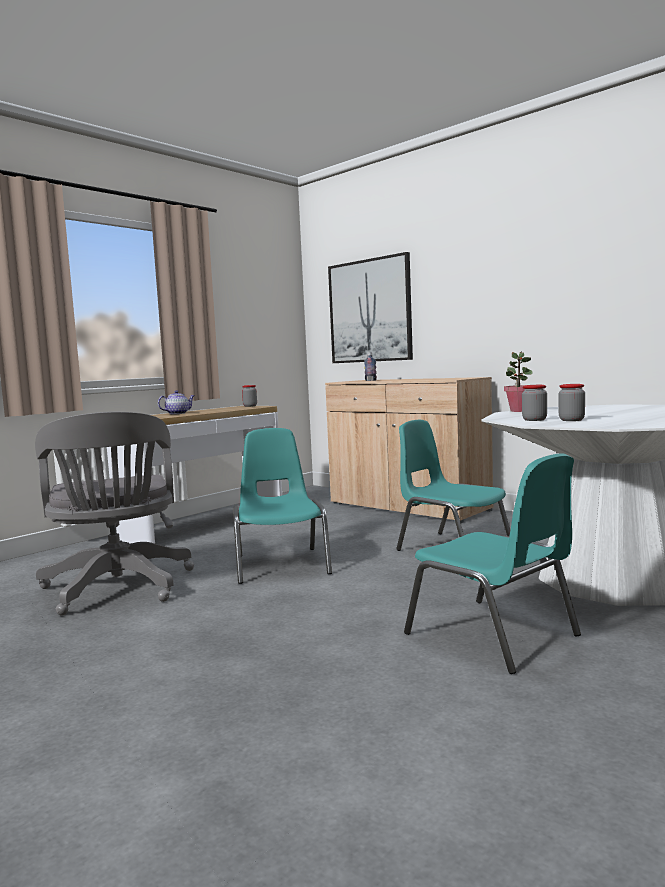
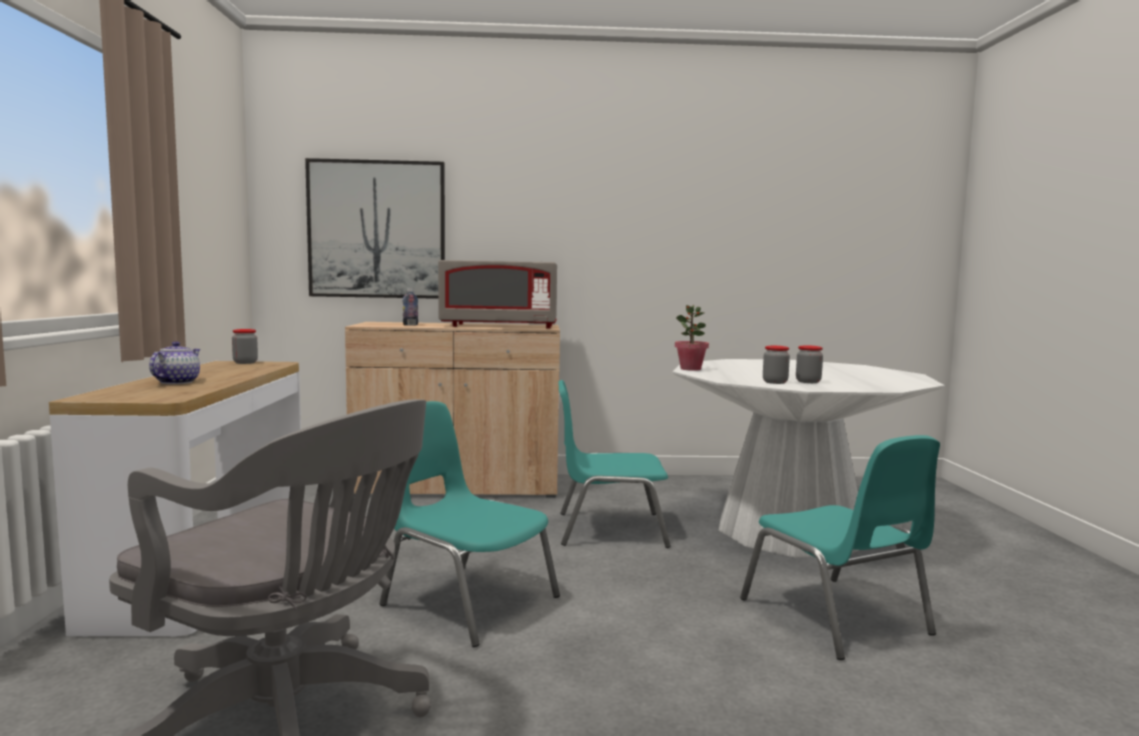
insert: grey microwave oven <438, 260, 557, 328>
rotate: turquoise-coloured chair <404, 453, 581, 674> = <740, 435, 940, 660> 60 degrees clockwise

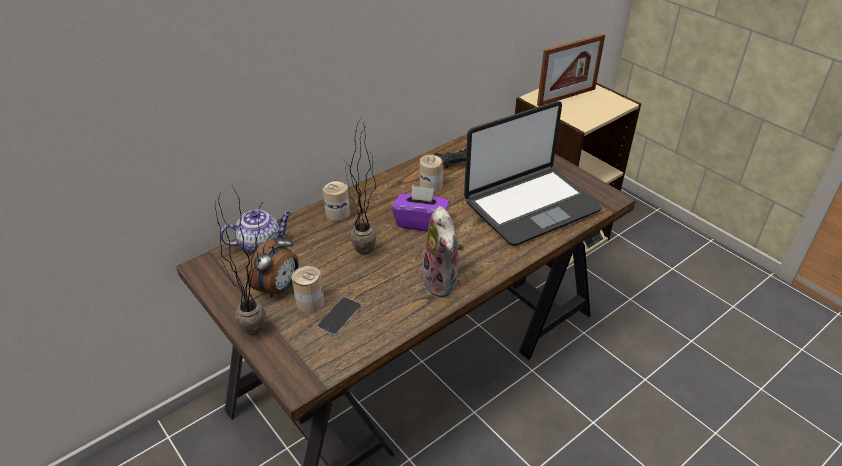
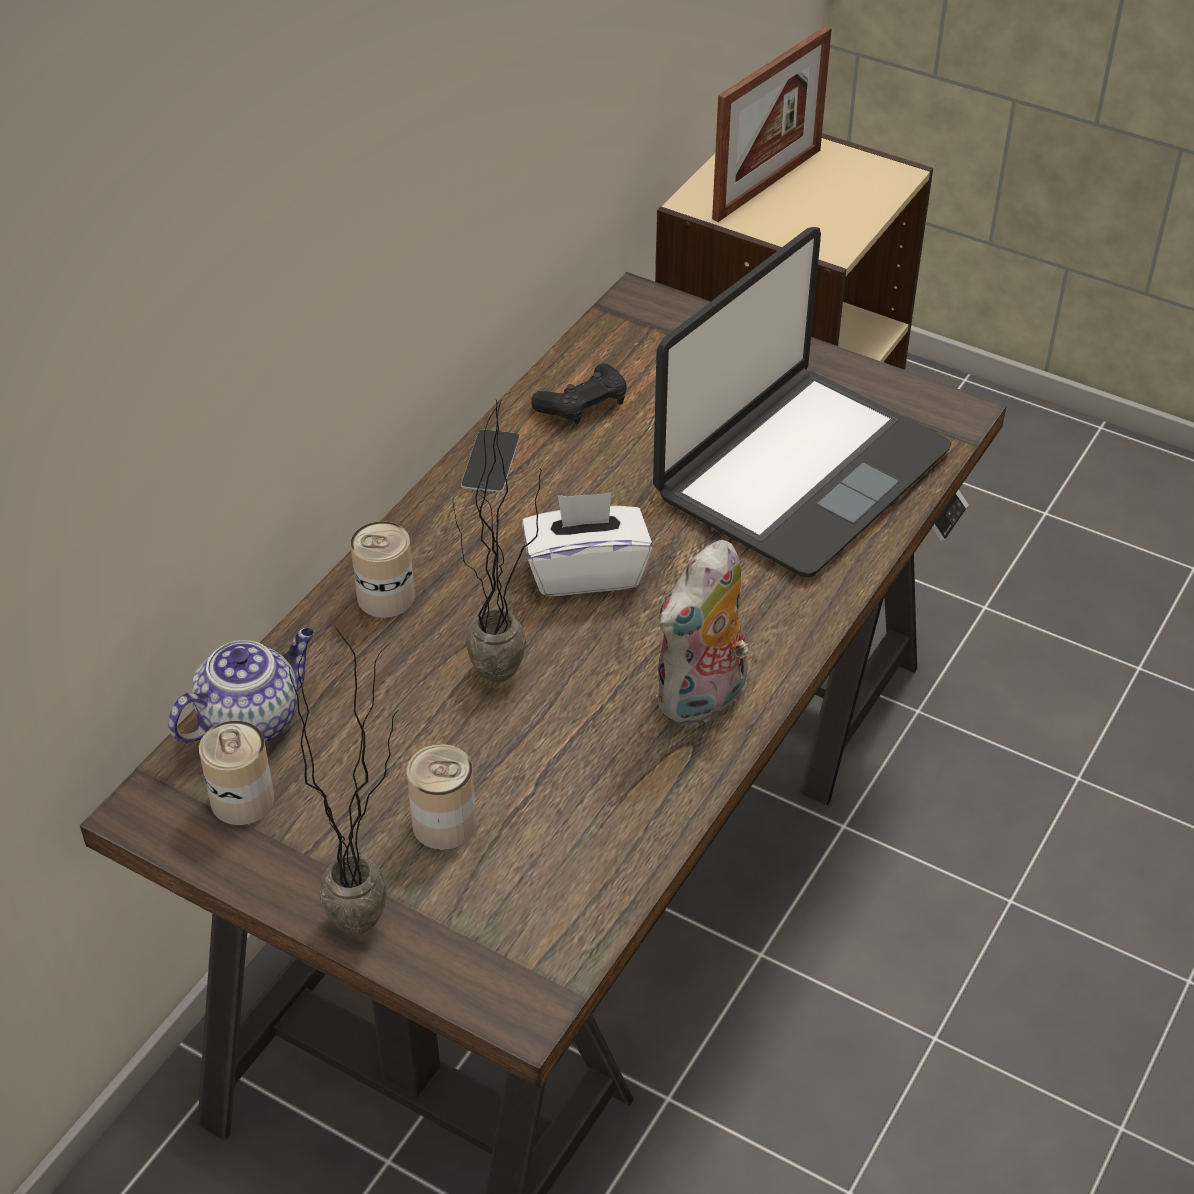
delete: bedside clock <246, 232, 298, 298>
move: sealed can <420, 155, 443, 193> to <199, 721, 274, 825>; phone <317, 297, 361, 335> to <461, 429, 520, 493>
recolor: purplish tissue holder <392, 185, 449, 232> to white tissue holder <522, 493, 653, 596>
rotate: soft toy <422, 206, 464, 297> = <656, 540, 749, 726> 75 degrees clockwise

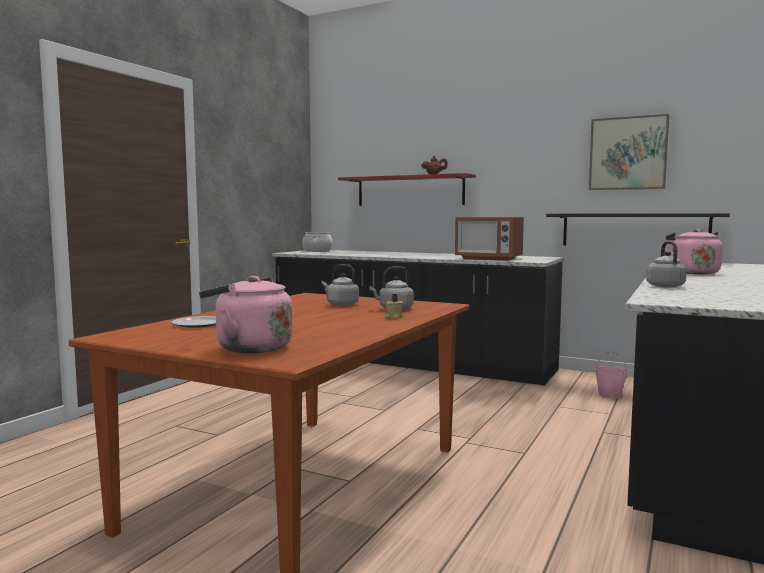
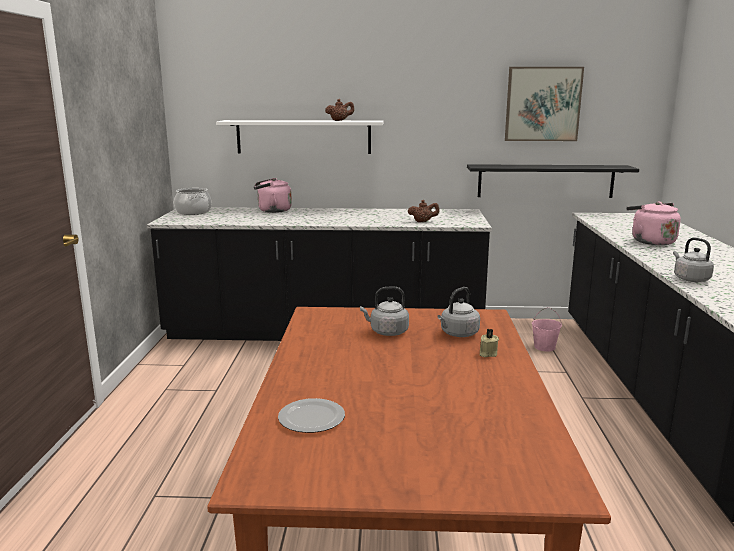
move: pink kettle <199, 276, 293, 353> to <254, 178, 292, 213>
replace: microwave oven <455, 217, 524, 261> to brown-coloured tea pot <408, 200, 440, 222>
recolor: red-coloured wall shelf <338, 173, 476, 206> to white wall shelf <216, 120, 383, 154>

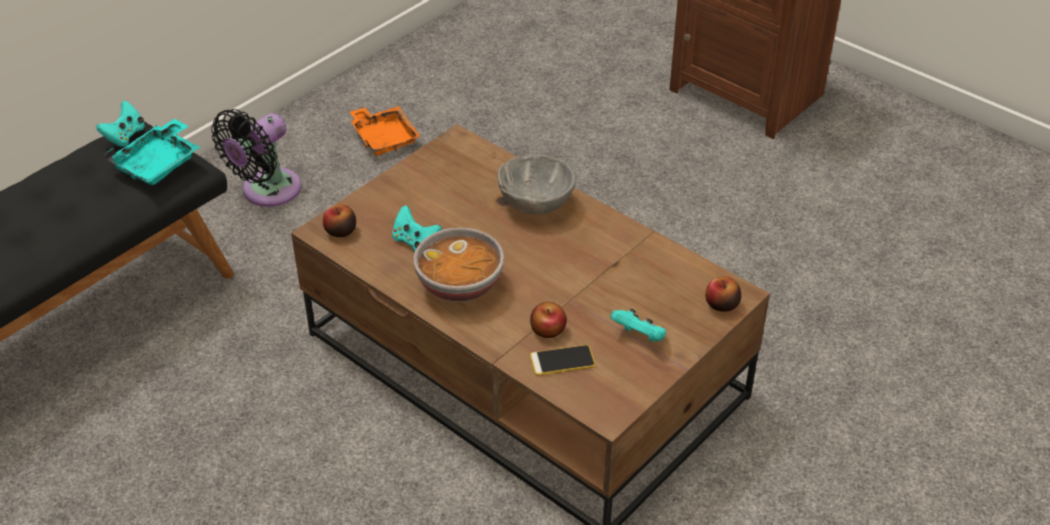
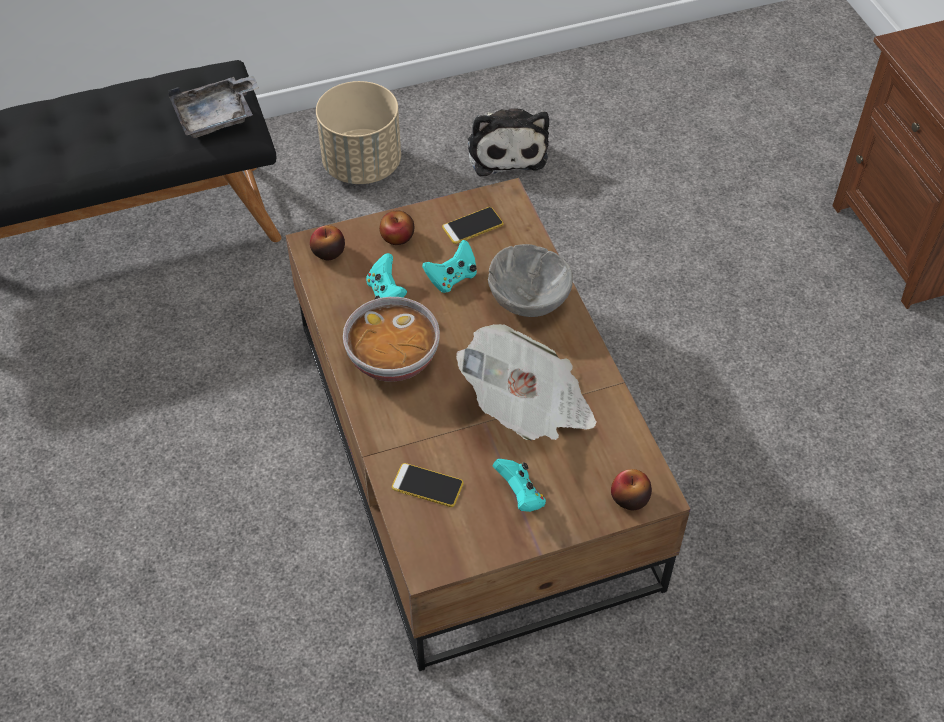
insert: phone <442, 207, 504, 244>; daily paper <456, 324, 597, 441>
move: turquoise-coloured joypad <96, 101, 145, 147> to <422, 240, 477, 293>; apple <530, 302, 567, 338> to <379, 210, 414, 245>
replace: orange serving tray <350, 106, 421, 156> to soft toy <468, 108, 549, 176>; black-coloured cooling fan <211, 109, 301, 207> to beige flower pot <316, 81, 401, 184>
recolor: turquoise-coloured serving tray <105, 119, 200, 185> to grey serving tray <168, 76, 259, 138>

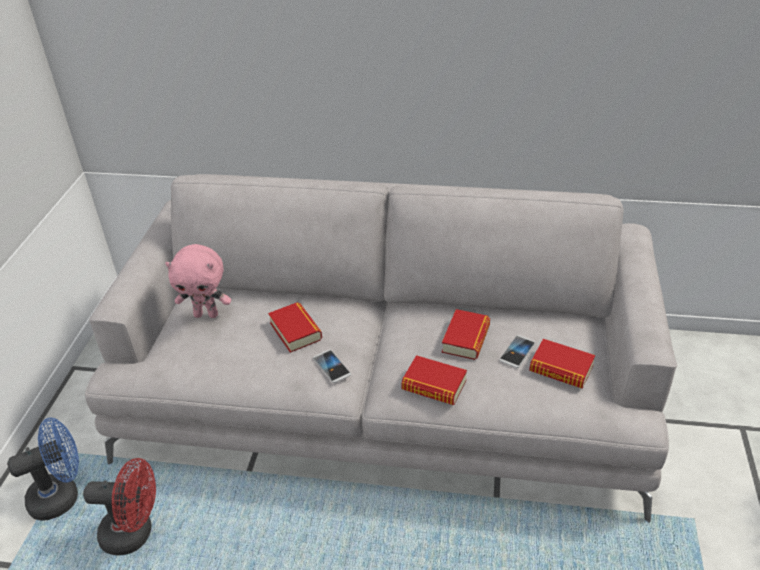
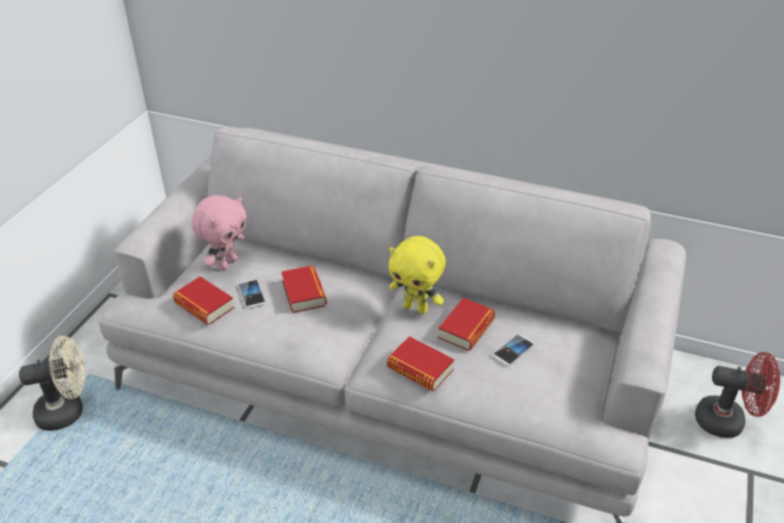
insert: yellowish soft toy <389, 236, 446, 314>
move: volume <529, 339, 595, 389> to <173, 276, 234, 325>; phone <313, 350, 351, 383> to <238, 279, 266, 308>; red-coloured cooling fan <83, 458, 156, 555> to <695, 352, 780, 438>
recolor: bluish cooling fan <7, 417, 79, 521> to beige cooling fan <19, 336, 85, 431>
rotate: pink soft toy <165, 244, 231, 318> = <191, 195, 247, 271> 75 degrees counterclockwise

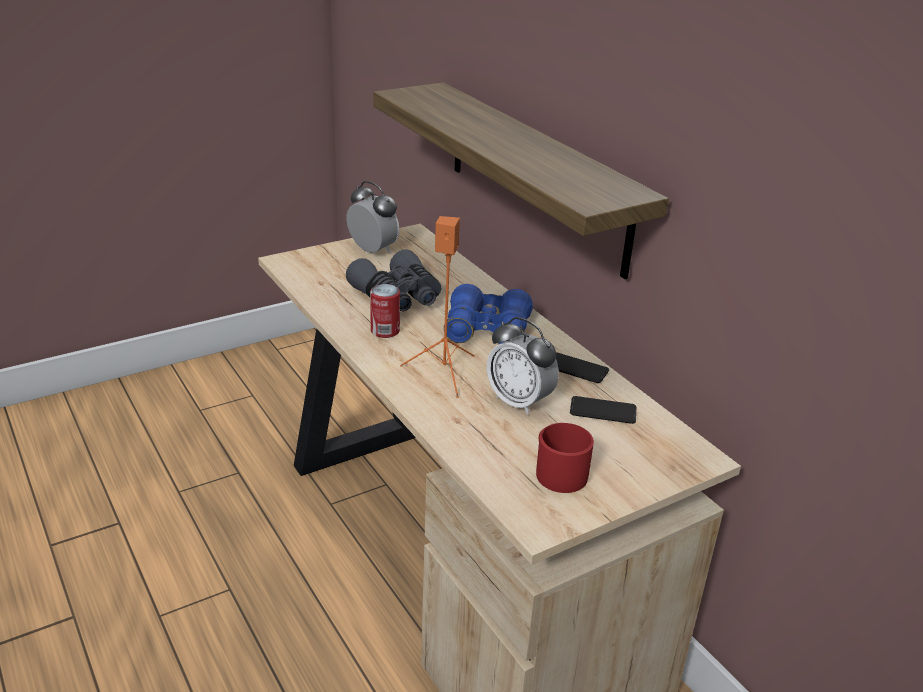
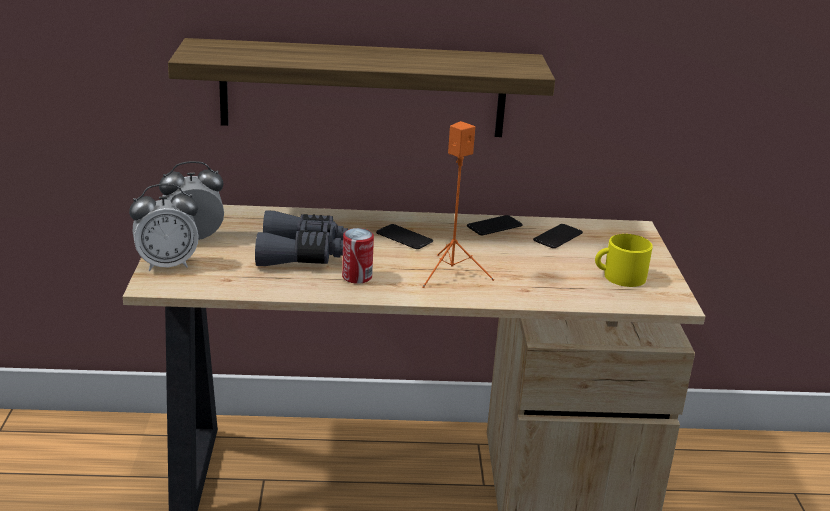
move: bedside clock <487, 317, 559, 415> to <129, 184, 198, 271>
replace: bluish binoculars <444, 284, 533, 344> to phone <376, 224, 433, 249>
recolor: red-coloured mug <536, 423, 594, 493> to yellowish mug <595, 234, 653, 287>

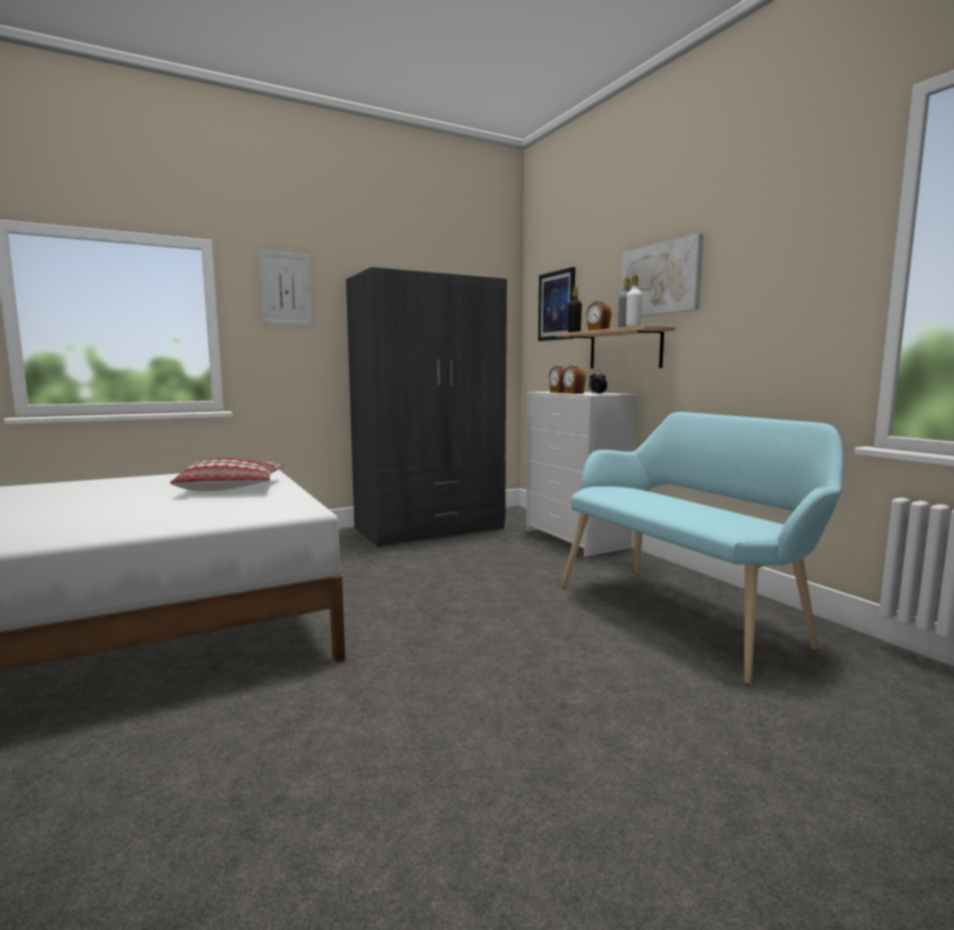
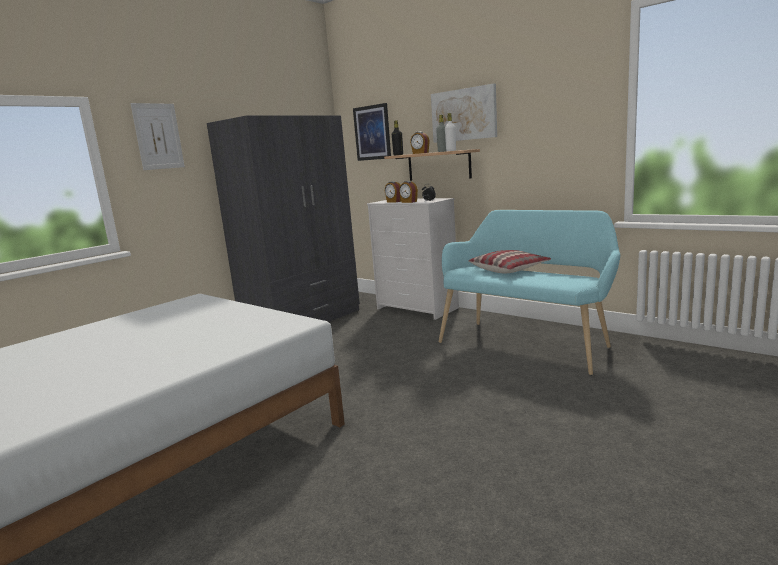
move: pillow <170, 457, 284, 491> to <468, 250, 551, 273>

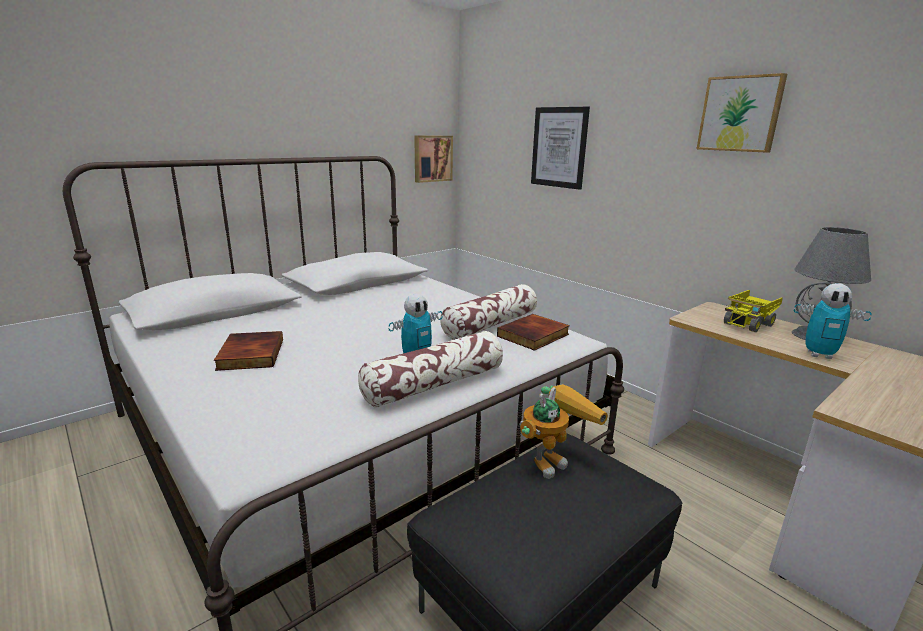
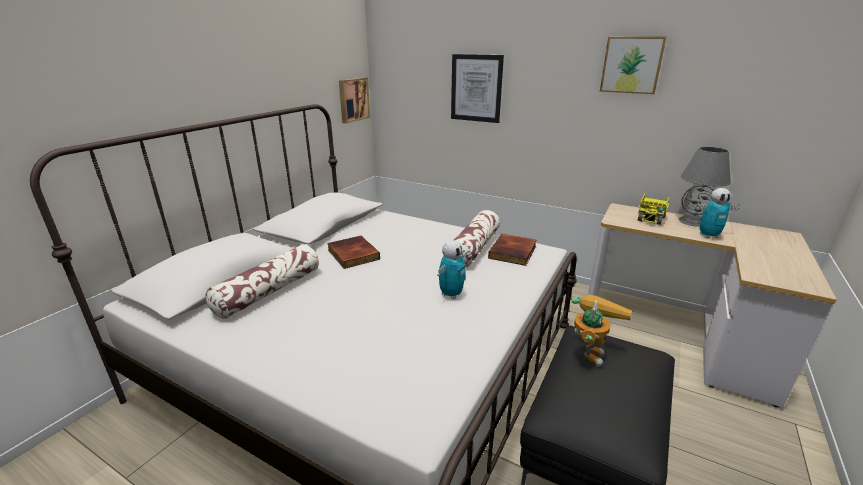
move: volume <214, 331, 283, 371> to <327, 236, 380, 269>; pillow <358, 331, 503, 408> to <205, 244, 319, 319>

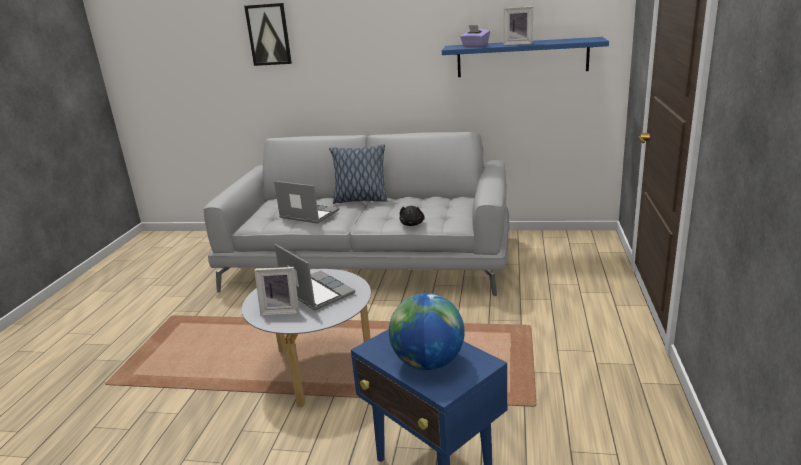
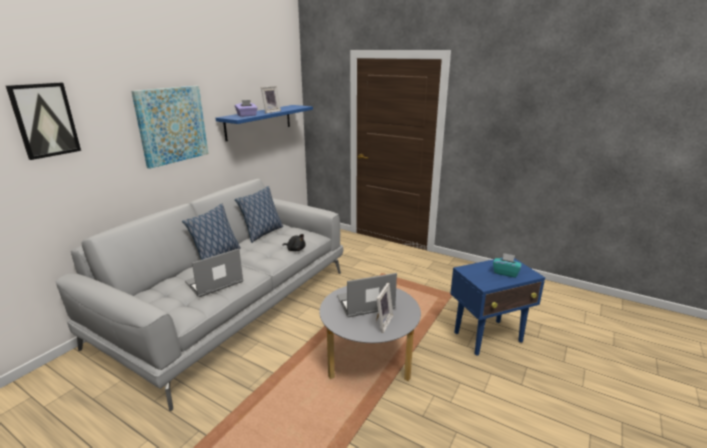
insert: wall picture <131, 86, 208, 169>; pillow <235, 186, 283, 243>
replace: globe <389, 293, 465, 370> to turquoise-coloured tissue holder <493, 253, 522, 278>

